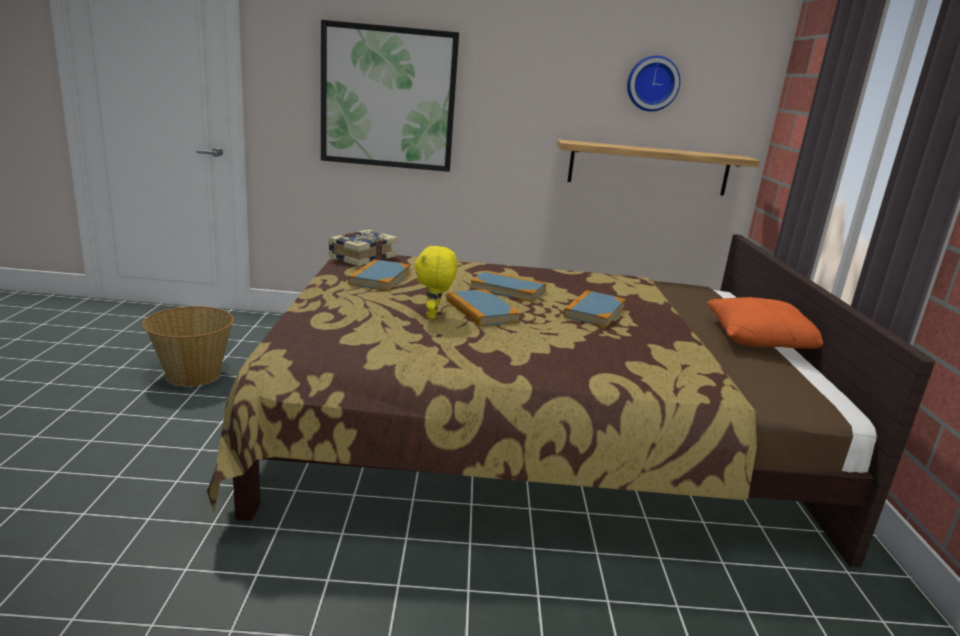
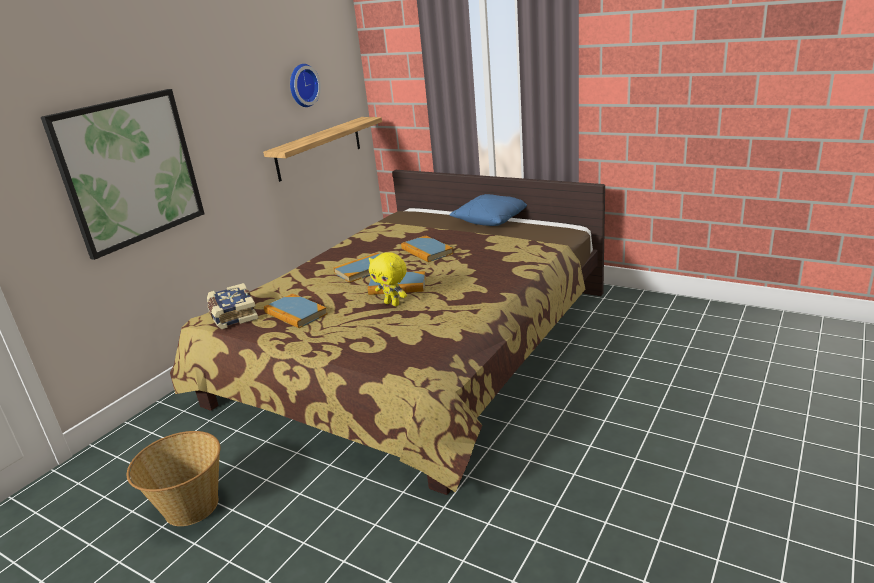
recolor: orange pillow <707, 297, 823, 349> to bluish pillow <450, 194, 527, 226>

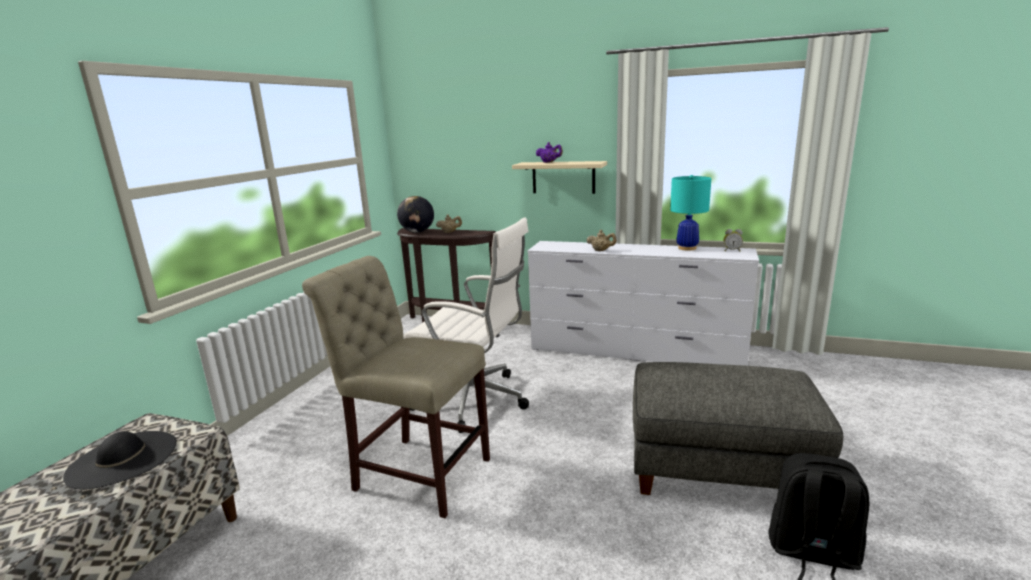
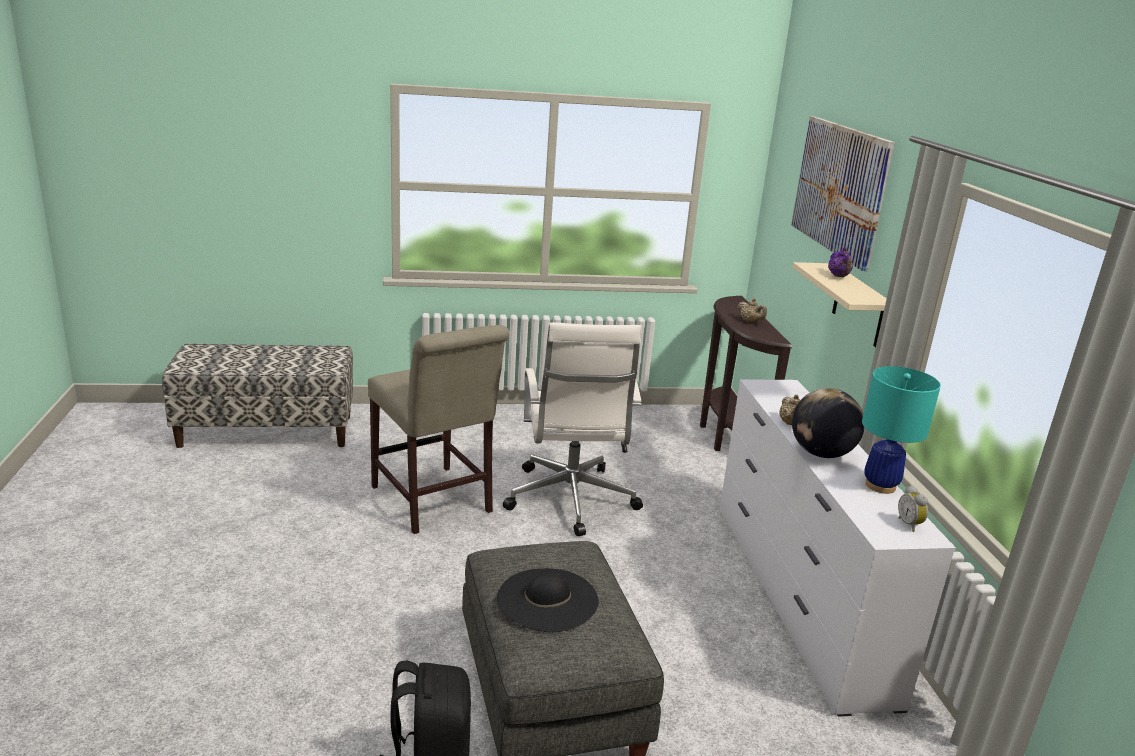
insert: wall picture <791, 116, 895, 271>
move: globe <397, 196, 434, 233> to <792, 388, 865, 458>; black-coloured wearable hat <63, 431, 177, 490> to <497, 568, 598, 632>
rotate: beige chair <302, 256, 490, 518> = <368, 325, 510, 534> 150 degrees clockwise

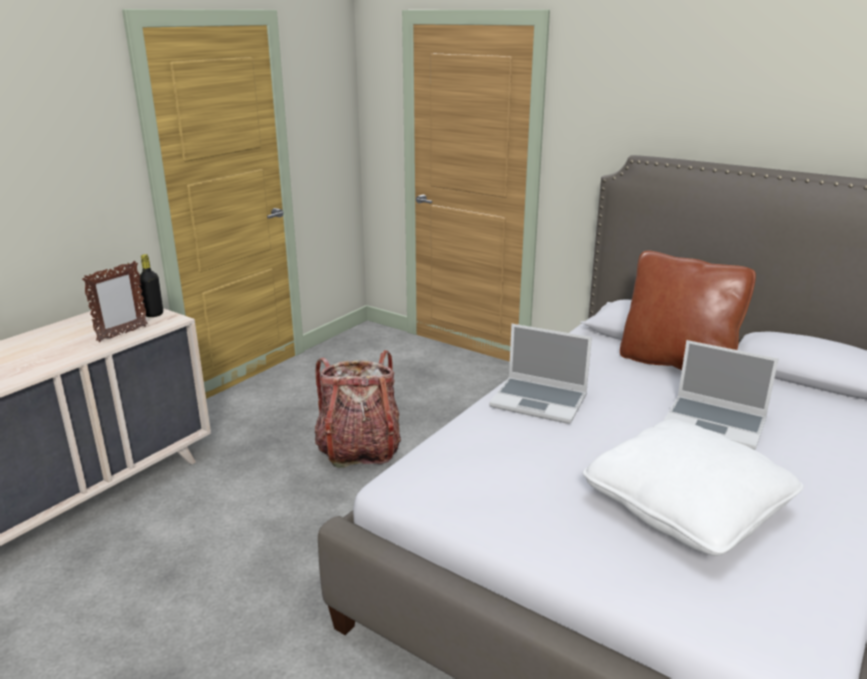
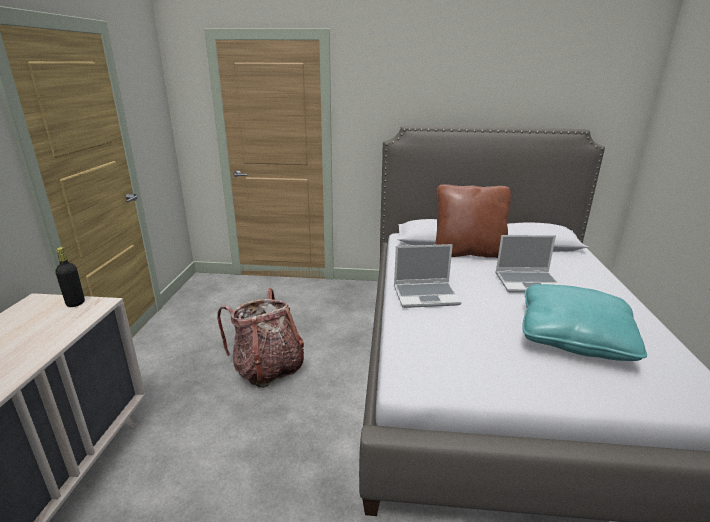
delete: standing frame <82, 261, 148, 342>
recolor: white pillow <583, 419, 803, 556> to turquoise-coloured pillow <522, 284, 647, 361>

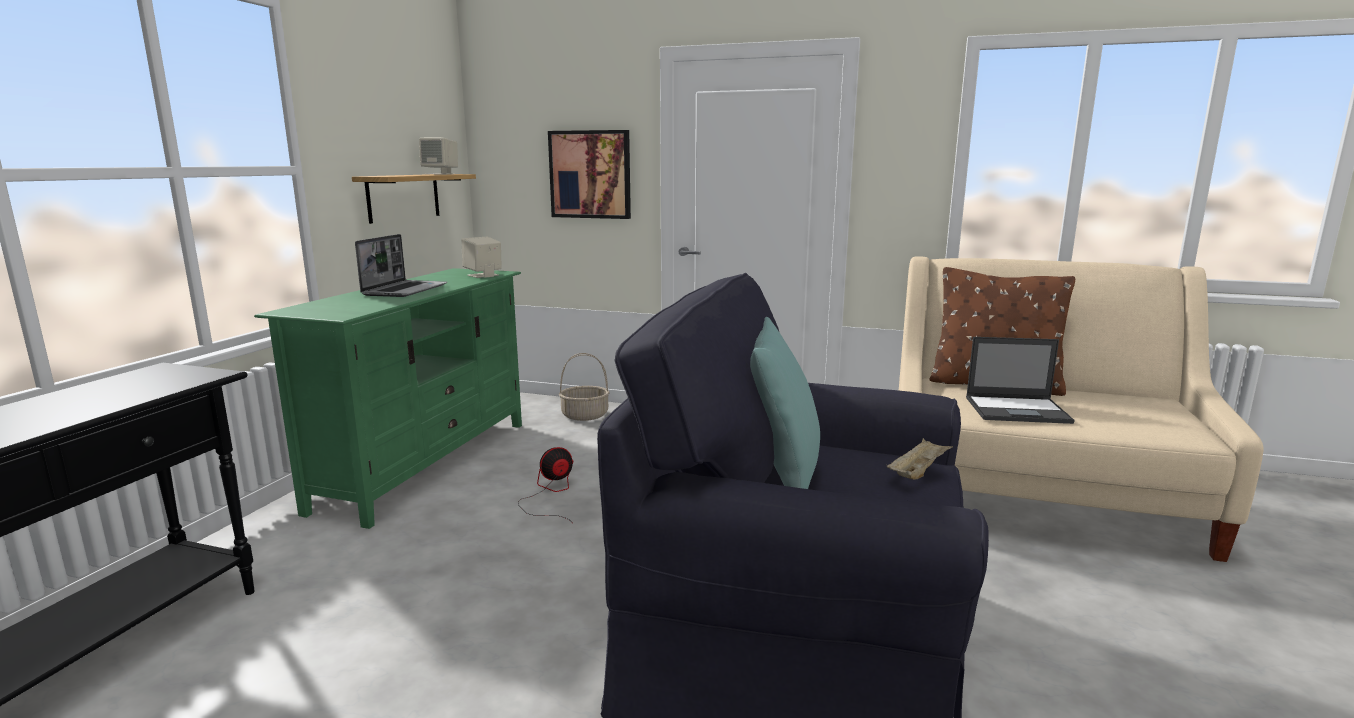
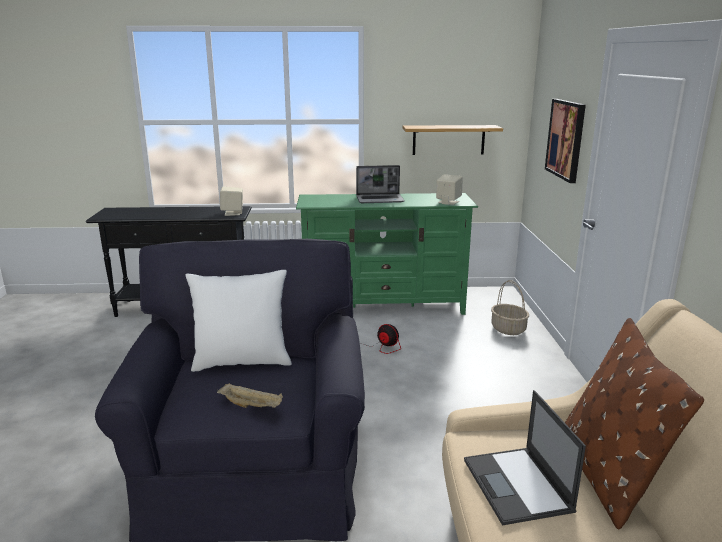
move: beige loudspeaker <419, 137, 458, 174> to <220, 187, 243, 216>
recolor: turquoise-coloured pillow <750, 317, 820, 489> to white pillow <186, 270, 292, 372>

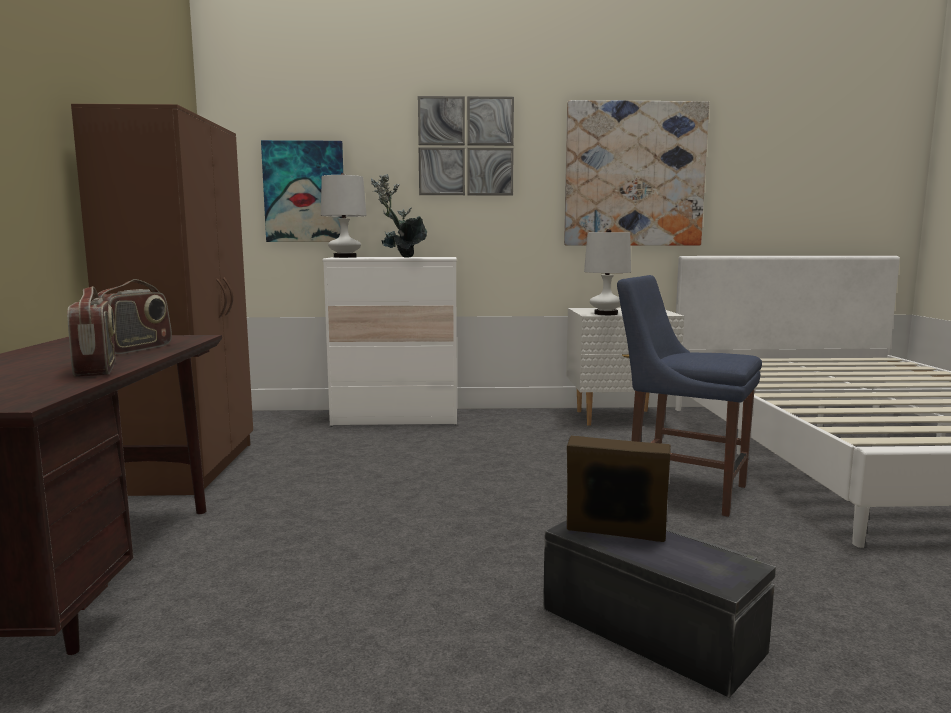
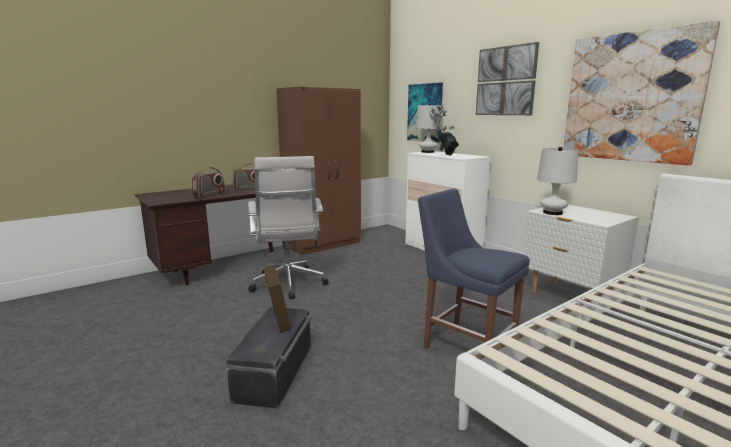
insert: white office chair <248, 156, 329, 300>
rotate: bluish chair <617, 275, 762, 517> = <418, 188, 530, 349> 45 degrees counterclockwise

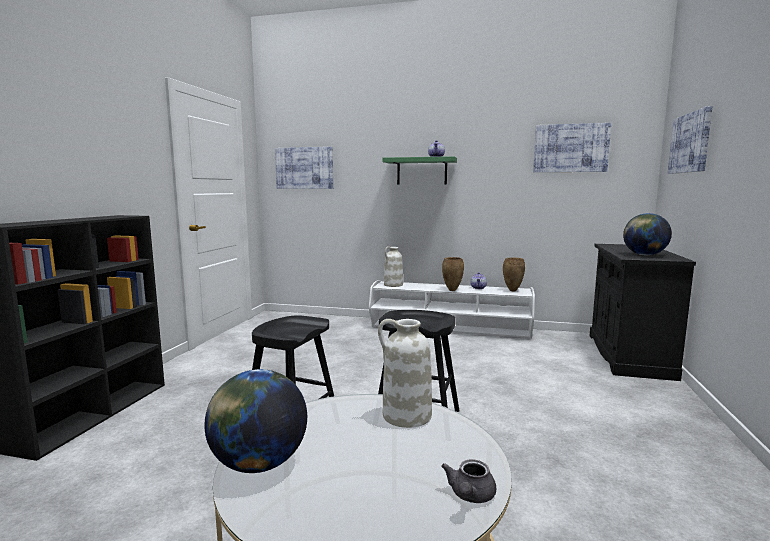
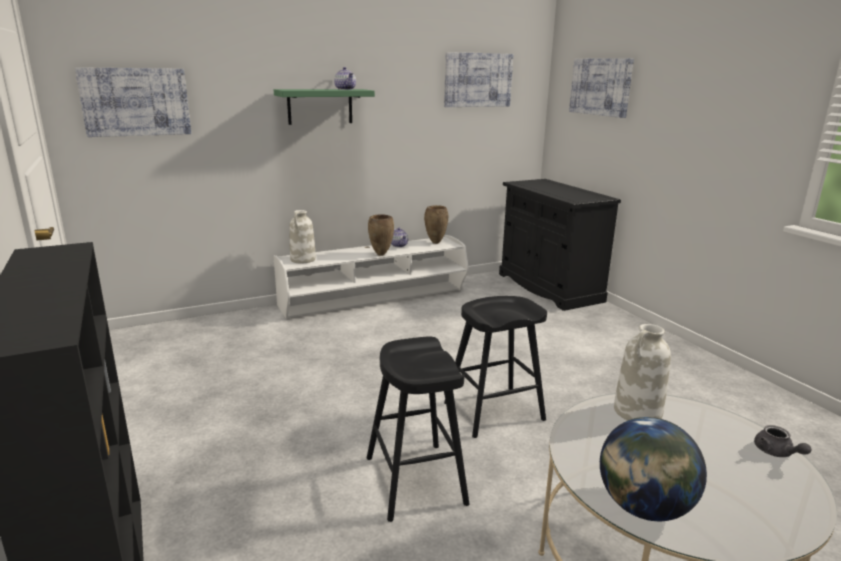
delete: globe <623, 213, 672, 255>

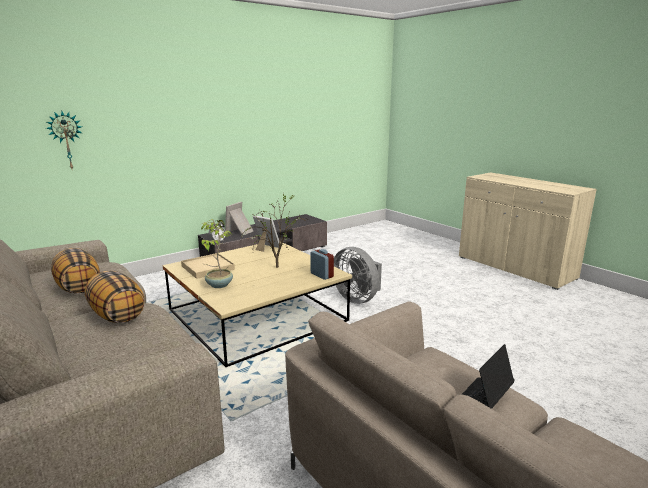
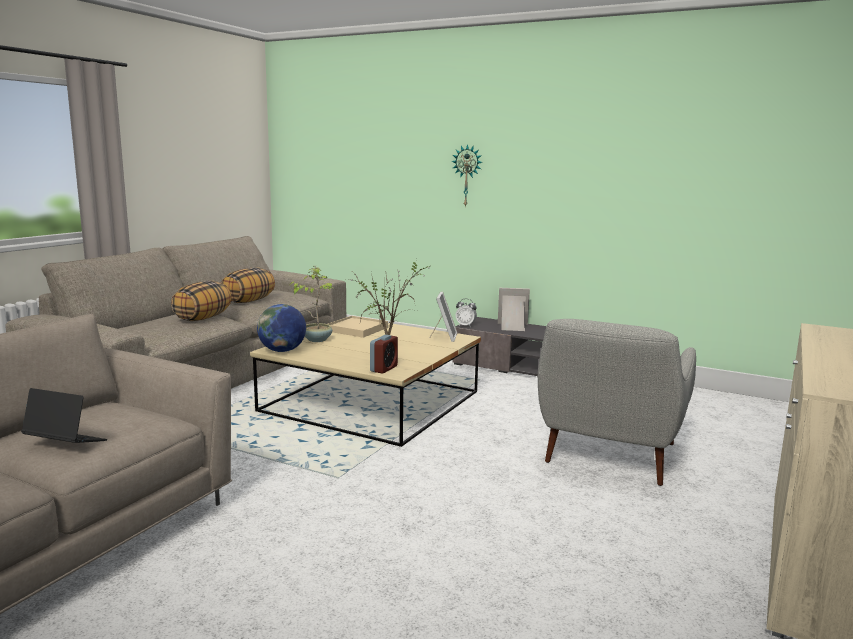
delete: grey cooling fan <334, 247, 382, 304>
insert: globe <257, 304, 306, 352>; grey easy chair <538, 319, 696, 486>
move: clock on the wall <46, 111, 82, 169> to <451, 144, 483, 208>

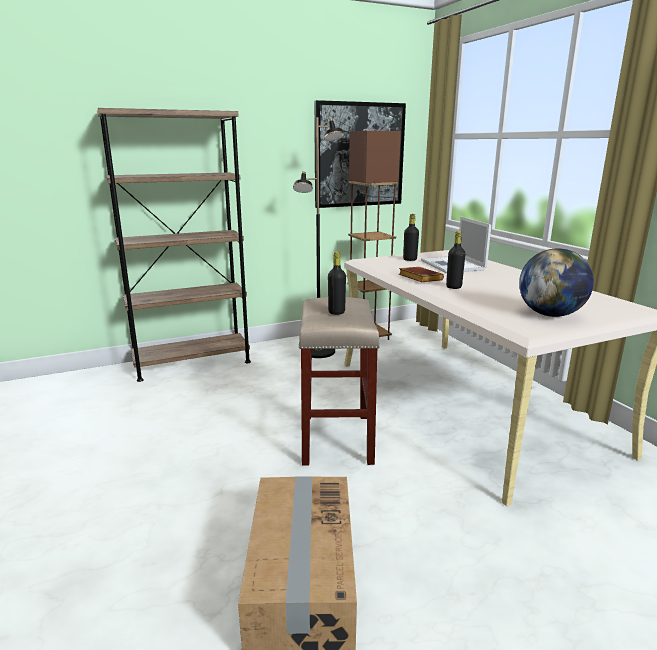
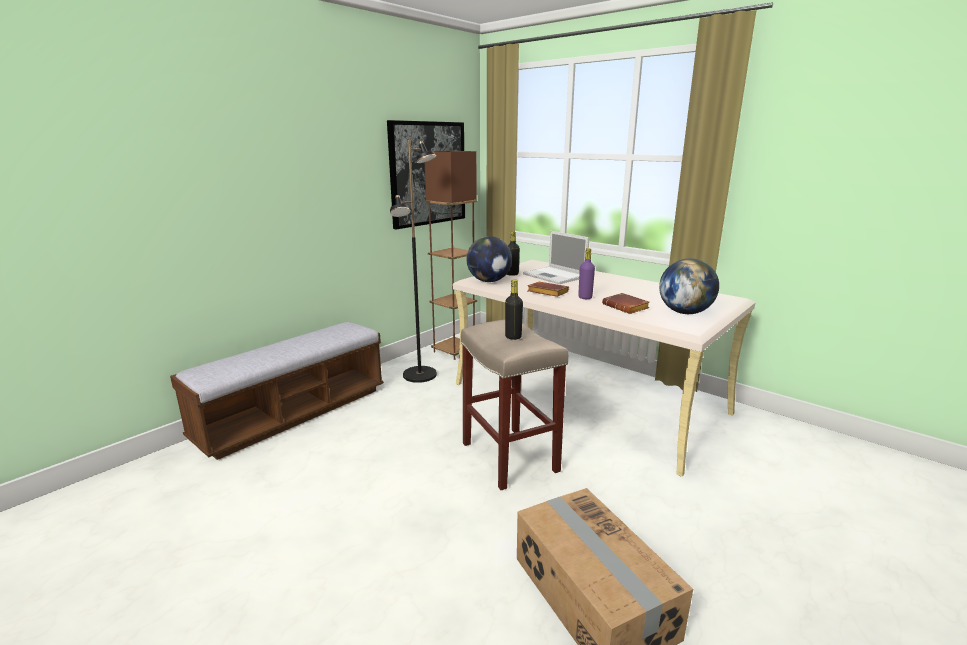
insert: globe <466, 236, 512, 282>; brown-coloured volume <602, 293, 650, 314>
replace: brown-coloured shelving unit <97, 108, 251, 382> to long seat <170, 322, 384, 460>
recolor: black-coloured bottle <446, 231, 465, 289> to purplish bottle <578, 248, 595, 299>

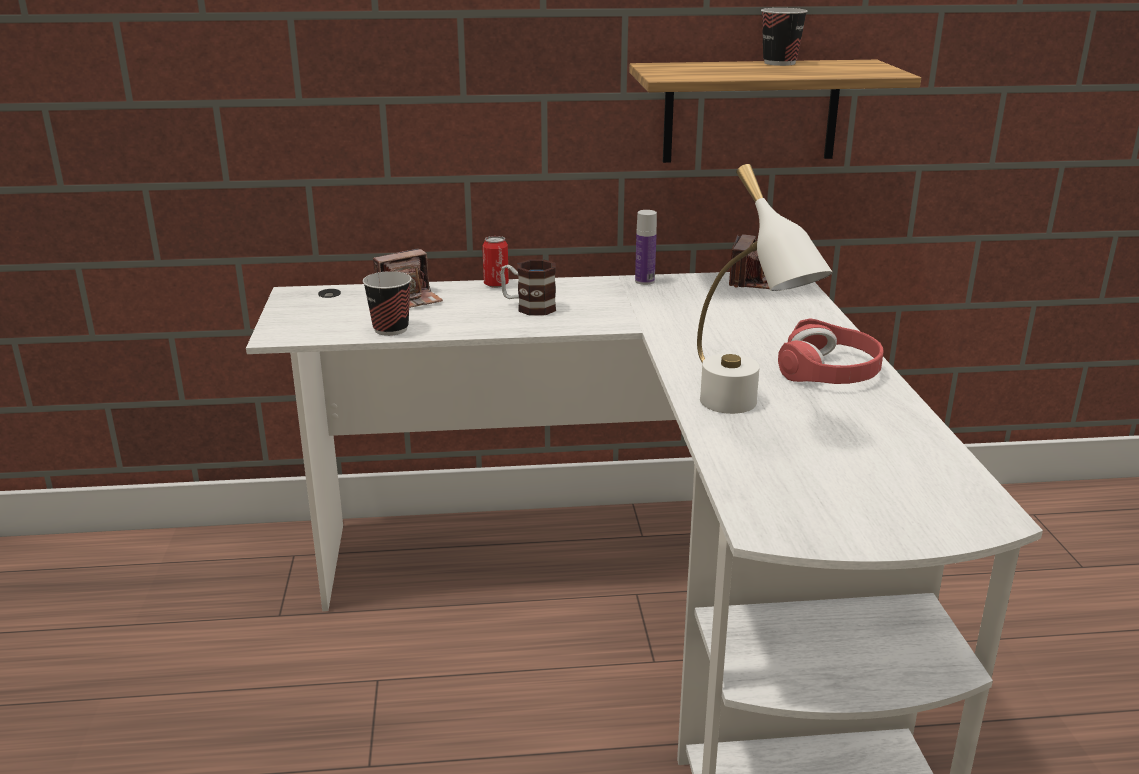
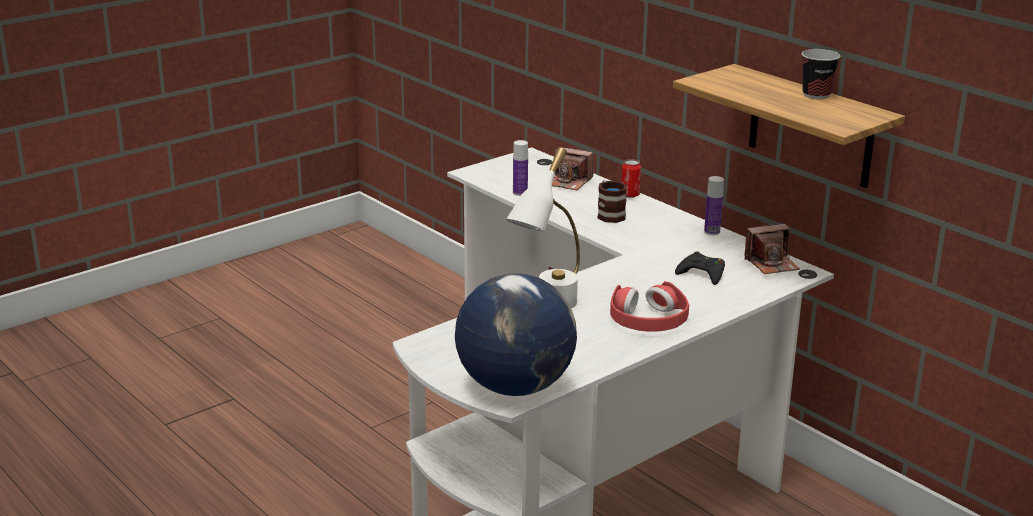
insert: black-coloured joypad <675, 251, 725, 285>; globe <455, 273, 577, 396>
replace: cup <363, 271, 412, 336> to bottle <513, 140, 528, 196>

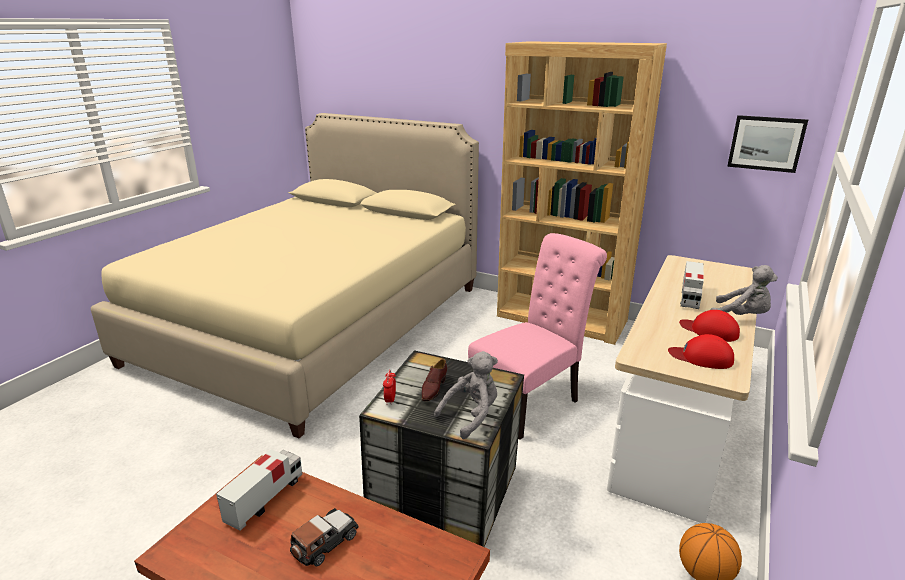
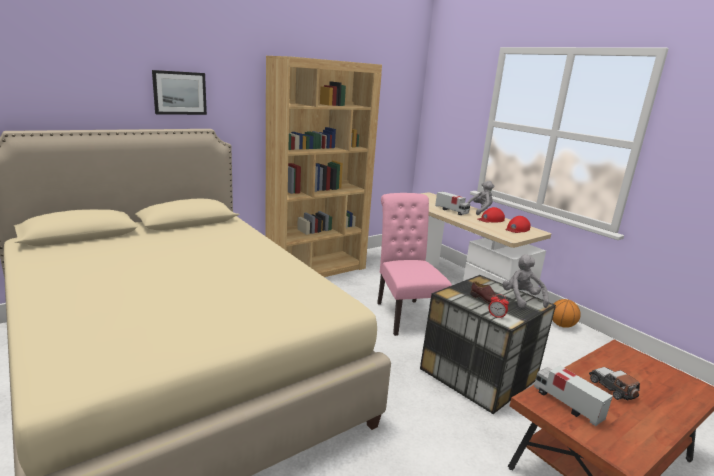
move: wall picture <727, 115, 808, 173> to <152, 70, 207, 115>

